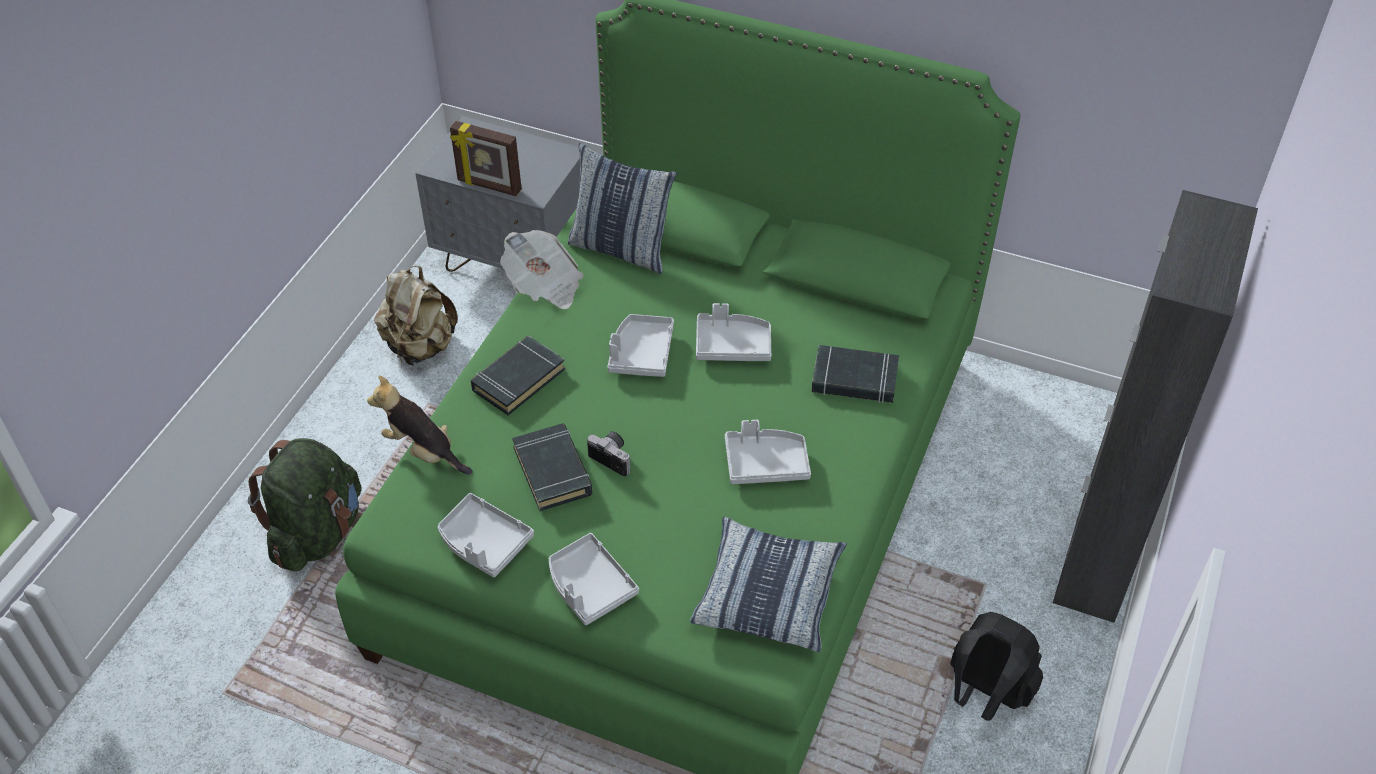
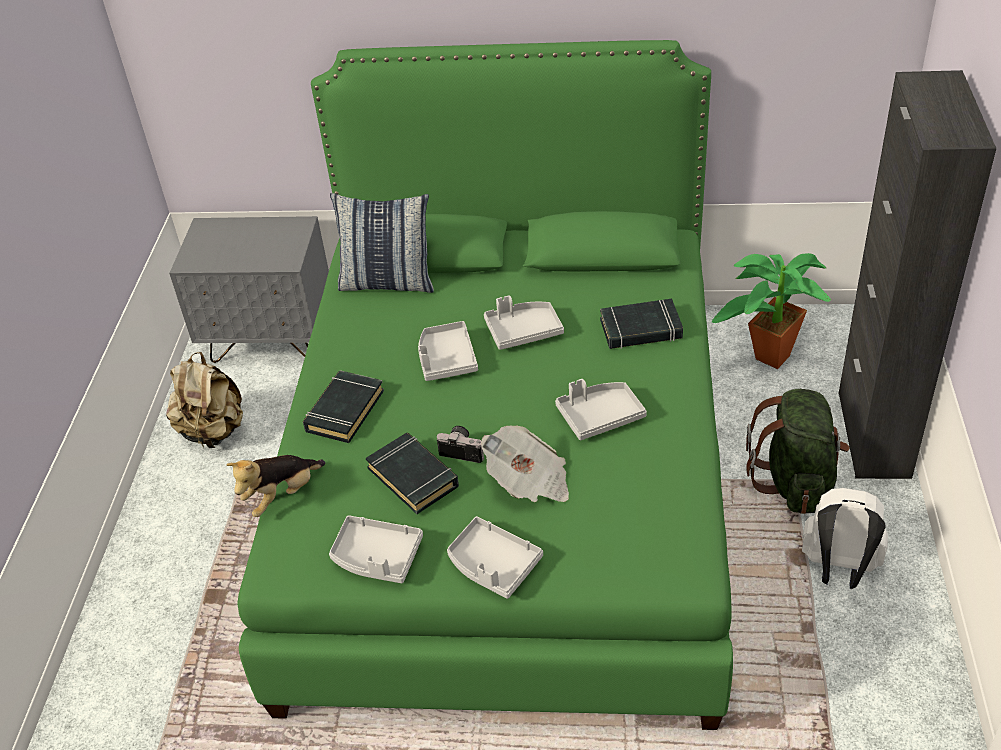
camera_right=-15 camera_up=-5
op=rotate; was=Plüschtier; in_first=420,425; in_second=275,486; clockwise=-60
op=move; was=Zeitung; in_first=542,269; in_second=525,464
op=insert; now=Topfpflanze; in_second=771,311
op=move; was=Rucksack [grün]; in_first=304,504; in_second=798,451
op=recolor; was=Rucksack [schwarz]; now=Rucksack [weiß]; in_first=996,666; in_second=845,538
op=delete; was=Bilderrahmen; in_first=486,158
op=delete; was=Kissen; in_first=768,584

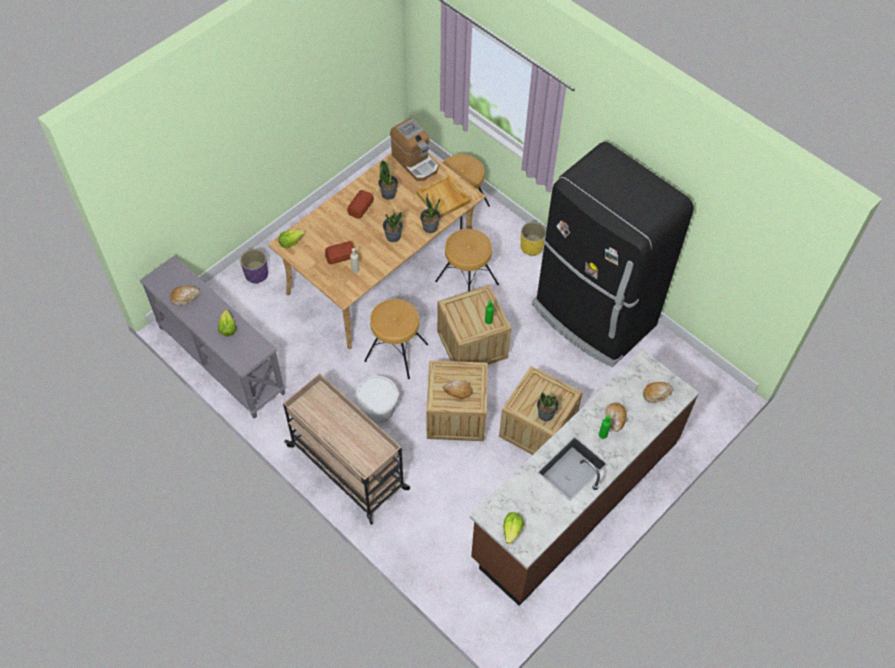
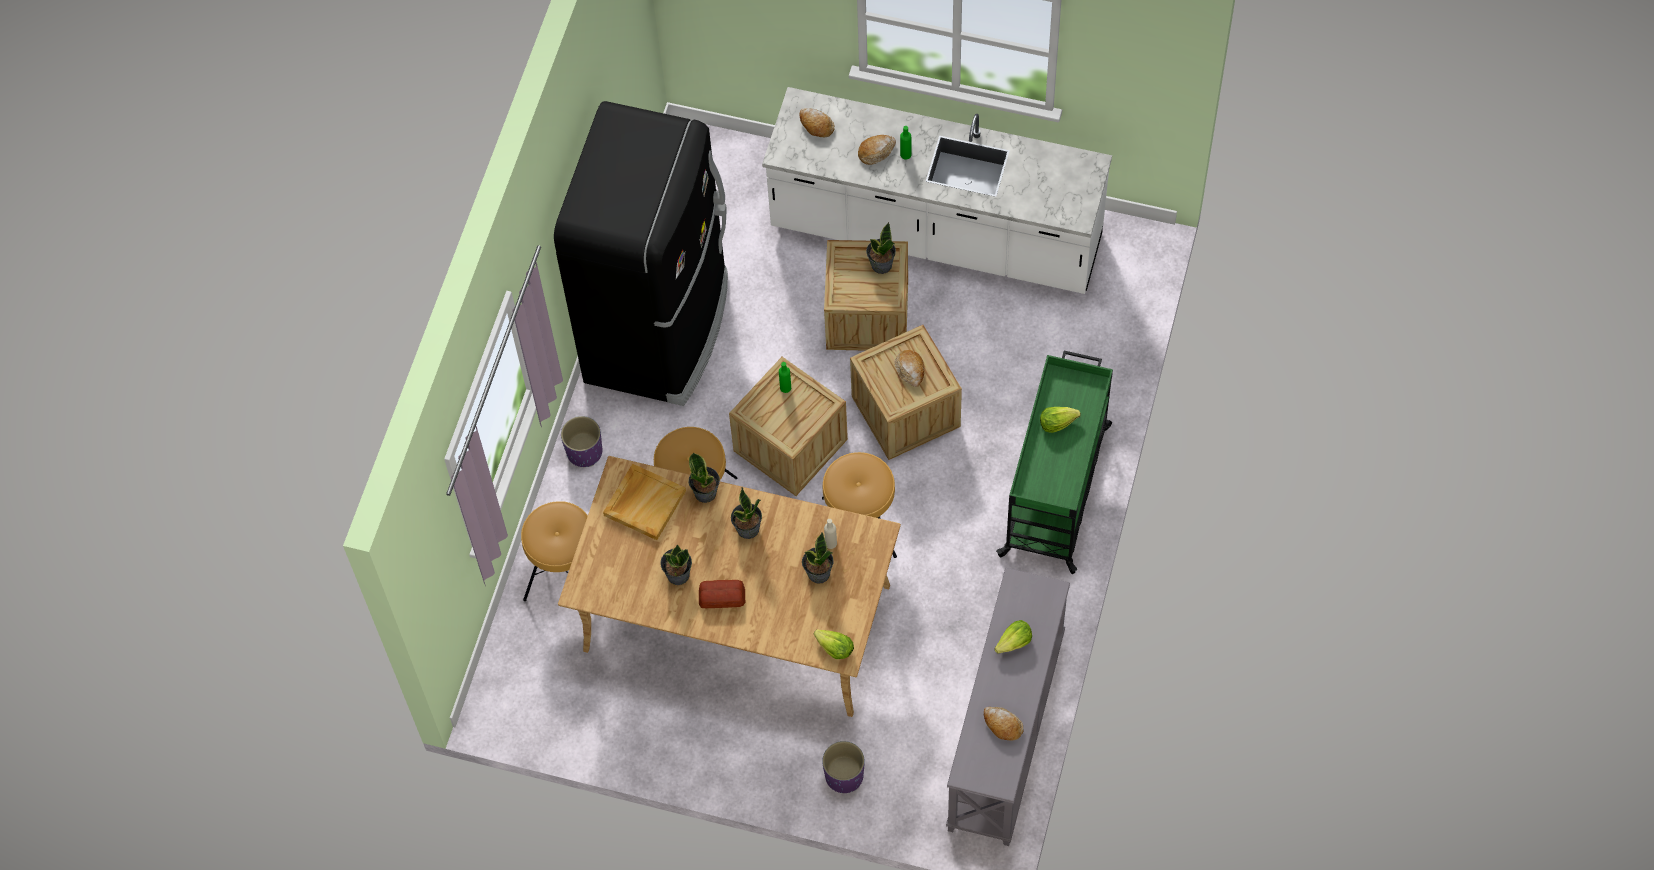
camera_right=-115 camera_up=5
op=recolor; was=Pflanzkübel [gelb]; now=Pflanzkübel [lila]; in_first=533,239; in_second=581,441
op=recolor; was=Küchenzeile [braun]; now=Küchenzeile [weiß]; in_first=584,478; in_second=937,190
op=replace; was=Brot; now=Topfpflanze; in_first=340,252; in_second=818,558
op=recolor; was=Rollwagen [beige]; now=Rollwagen [grün]; in_first=346,449; in_second=1054,462
op=move; was=Salatkopf; in_first=513,528; in_second=1060,420
op=delete; was=Eimer [weiß]; in_first=377,399
op=delete; was=Kaffeemaschine; in_first=414,149

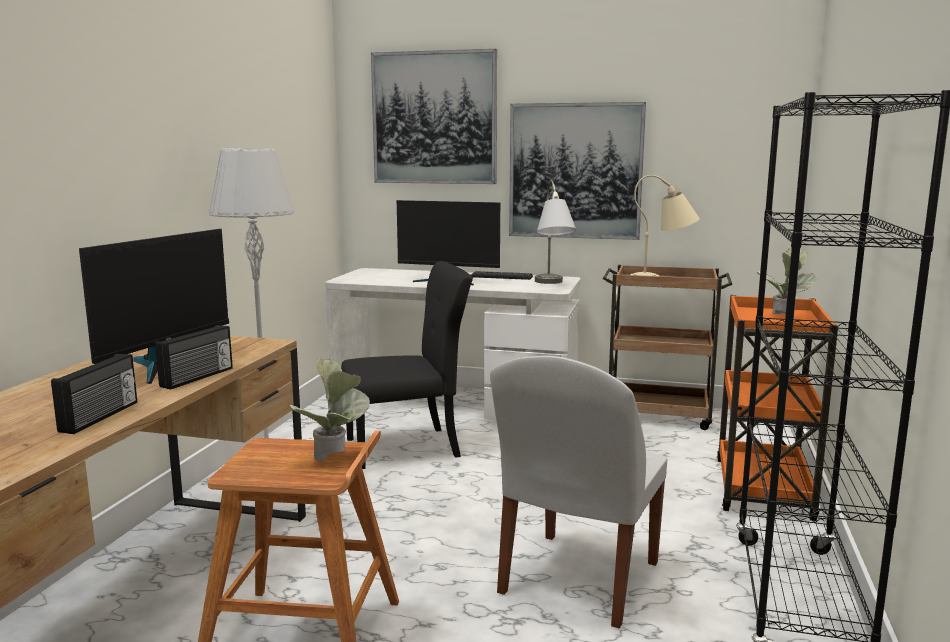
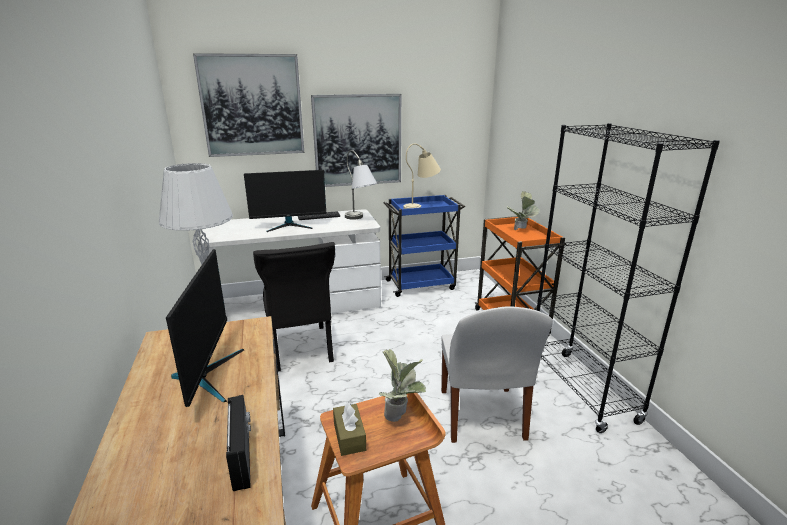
camera_right=-30 camera_up=10
op=rotate; was=Stuhl [schwarz]; in_first=407,365; in_second=294,307; clockwise=120
op=insert; now=Taschentuchbox [braun]; in_second=349,429
op=recolor; was=Rollwagen [braun]; now=Rollwagen [blau]; in_first=668,347; in_second=424,246
op=delete; was=Radio; in_first=194,357

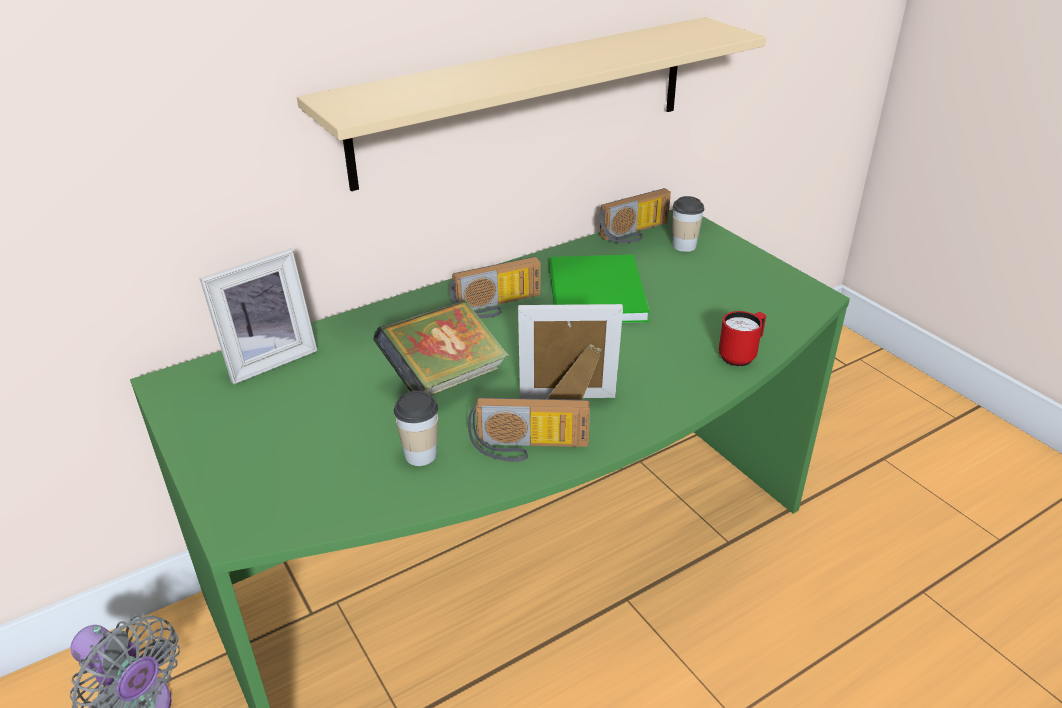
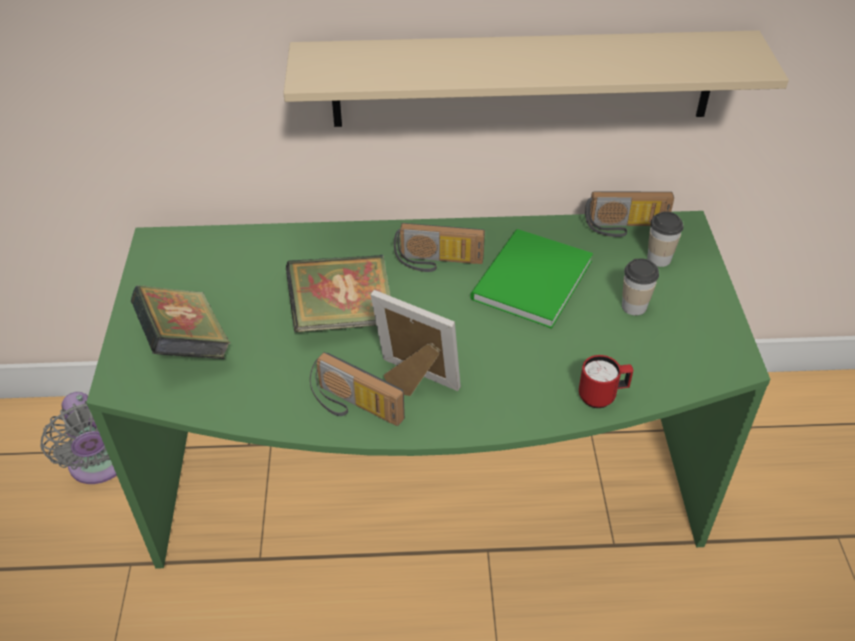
camera_right=30 camera_up=10
op=insert; now=Buch; in_second=180,322
op=move; was=Tasse; in_first=416,428; in_second=640,287
op=delete; was=Bilderrahmen; in_first=258,316

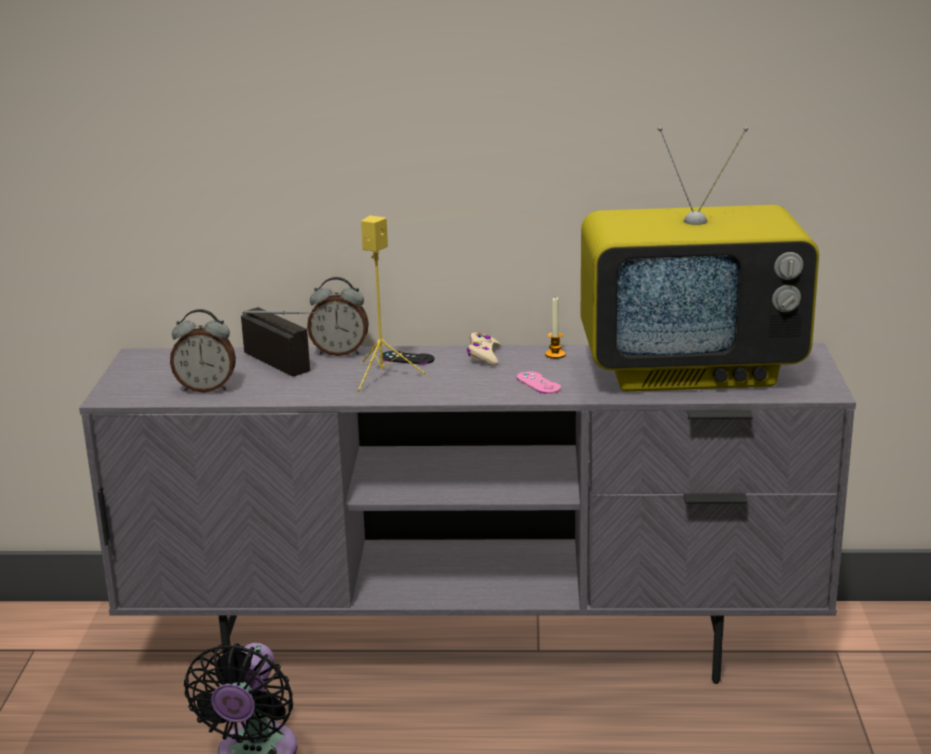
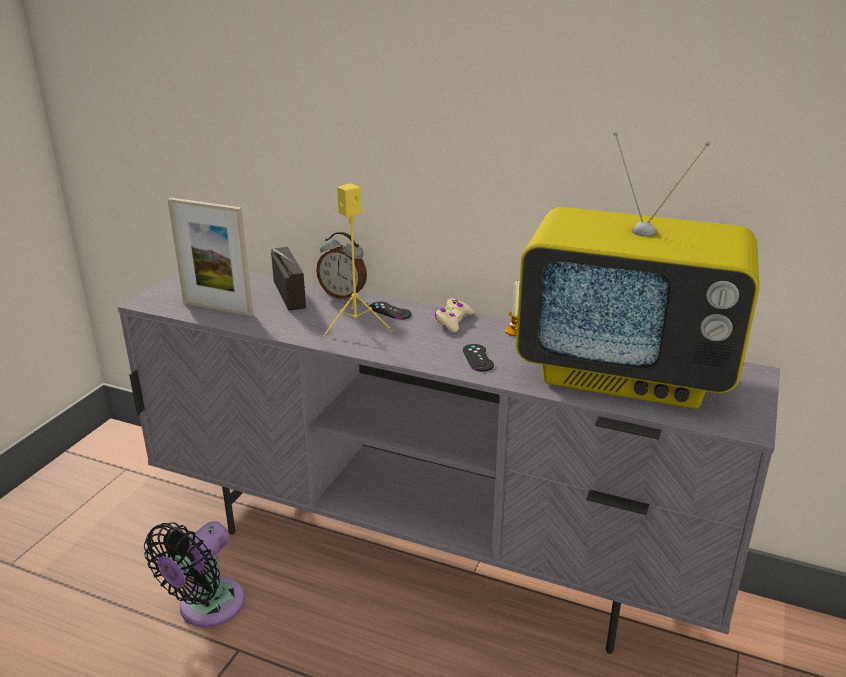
camera_right=20 camera_up=5
op=replace; was=Wecker; now=Bilderrahmen; in_first=203,351; in_second=210,257
op=recolor; was=Gamepad [rosa]; now=Gamepad [schwarz]; in_first=539,382; in_second=478,358

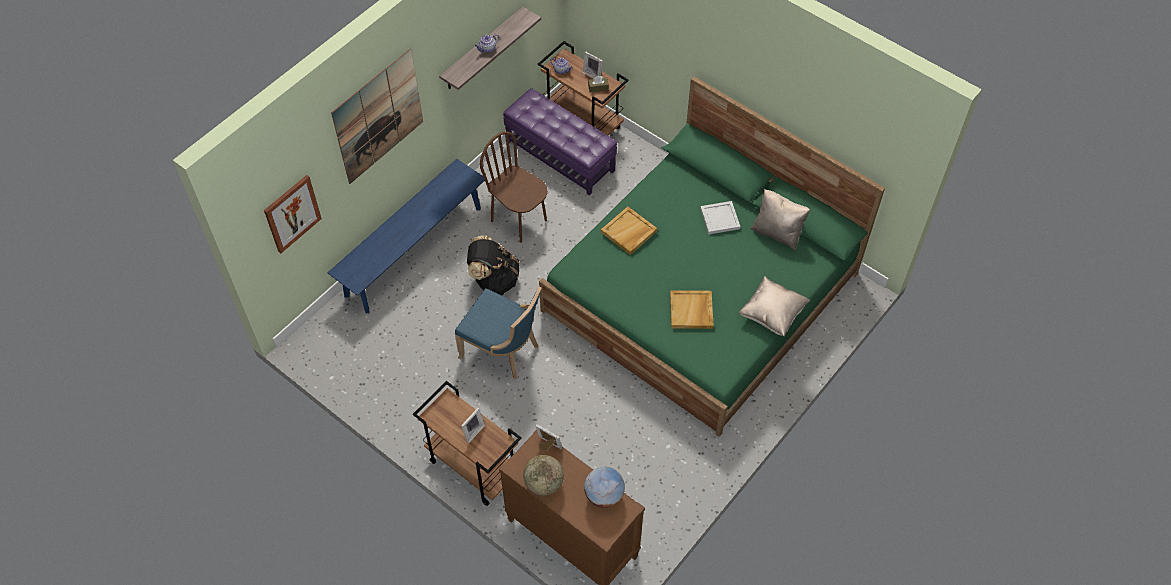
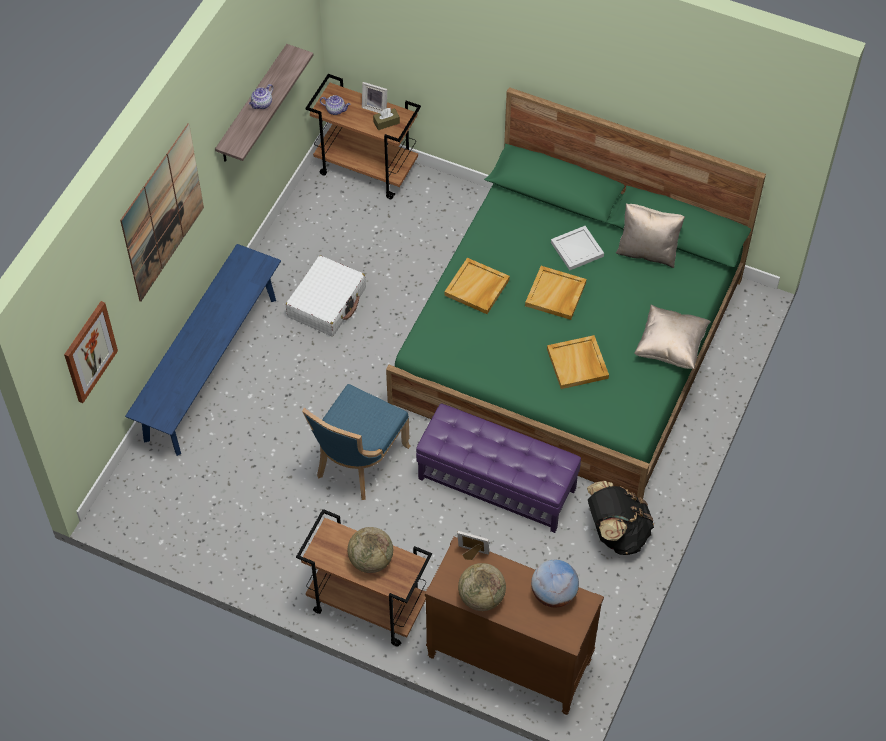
camera_right=-15 camera_up=0
op=replace; was=Stuhl [braun]; now=Koffer [weiß]; in_first=514,187; in_second=326,295
op=rotate; was=Stuhl [blau]; in_first=498,333; in_second=356,442; clockwise=105
op=replace; was=Bilderrahmen; now=Globus; in_first=473,425; in_second=370,550
op=move; was=Polsterhocker [lila]; in_first=560,141; in_second=498,468
op=insert; now=Tablett [beige]; in_second=556,293
op=move; was=Rucksack [schwarz]; in_first=493,265; in_second=620,518

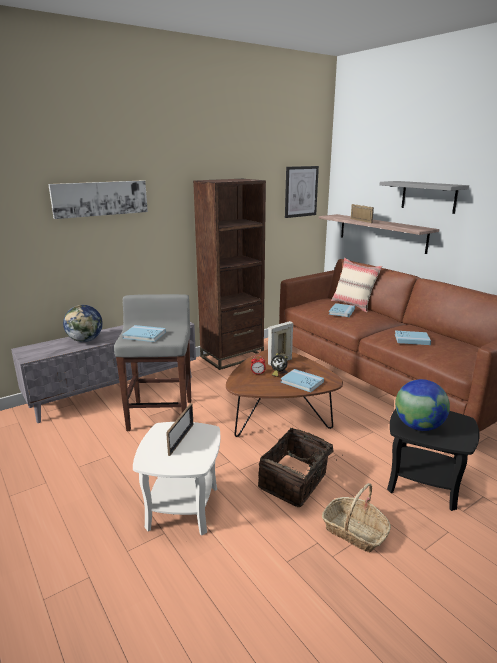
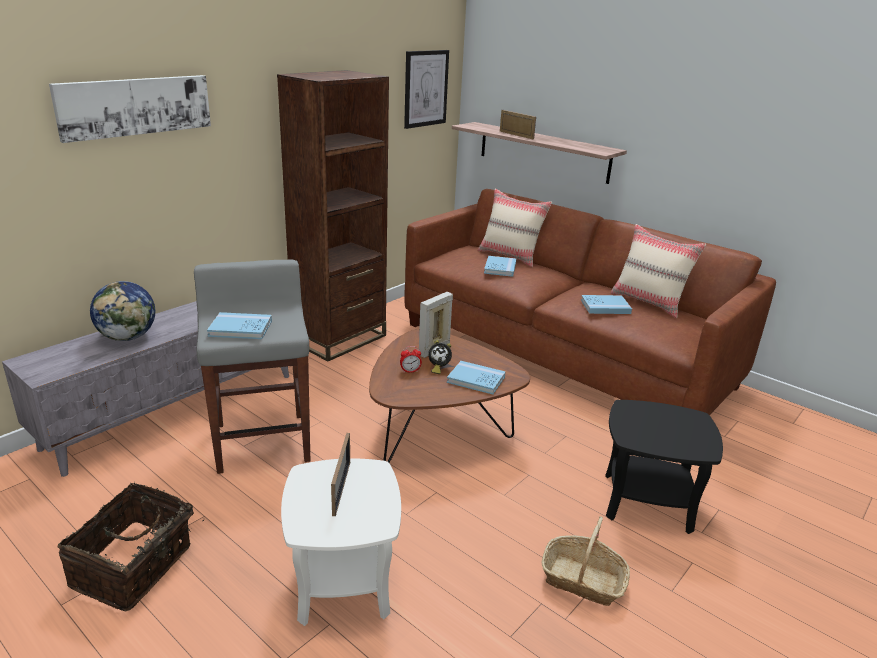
camera_right=-15 camera_up=5
op=move; was=Korb; in_first=300,467; in_second=130,547
op=insert; now=Kissen [beige]; in_second=658,271
op=delete; was=Wandregal [grau]; in_first=424,197
op=delete; was=Globus; in_first=422,405

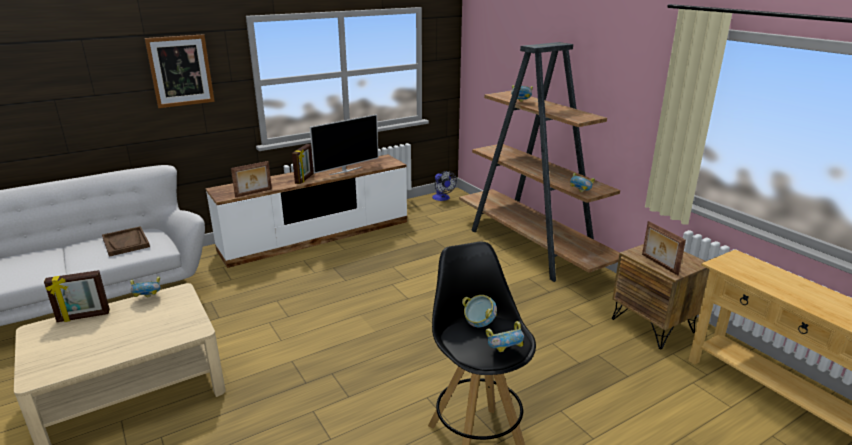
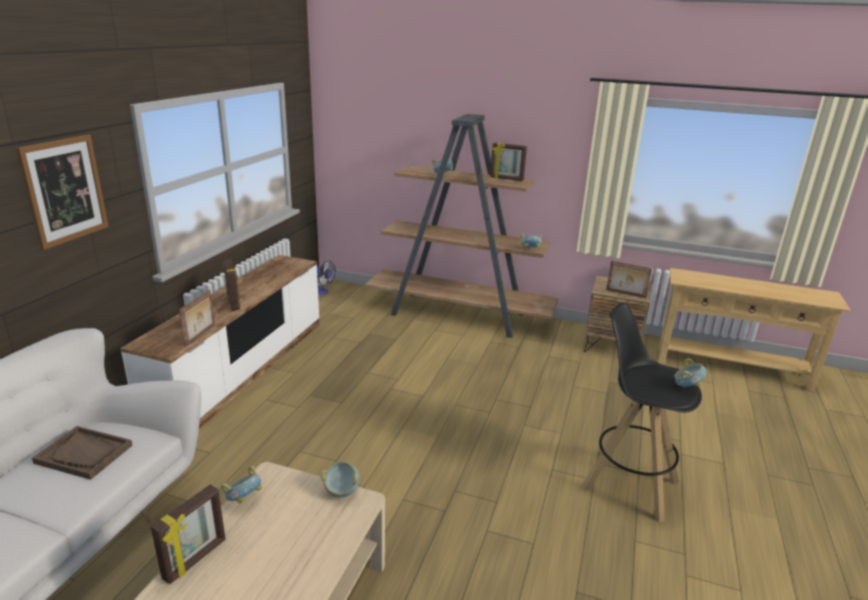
camera_right=-40 camera_up=0
op=move; was=Schüssel; in_first=479,311; in_second=340,479
op=insert; now=Bilderrahmen; in_second=508,162
op=delete; was=Fernseher; in_first=344,144

